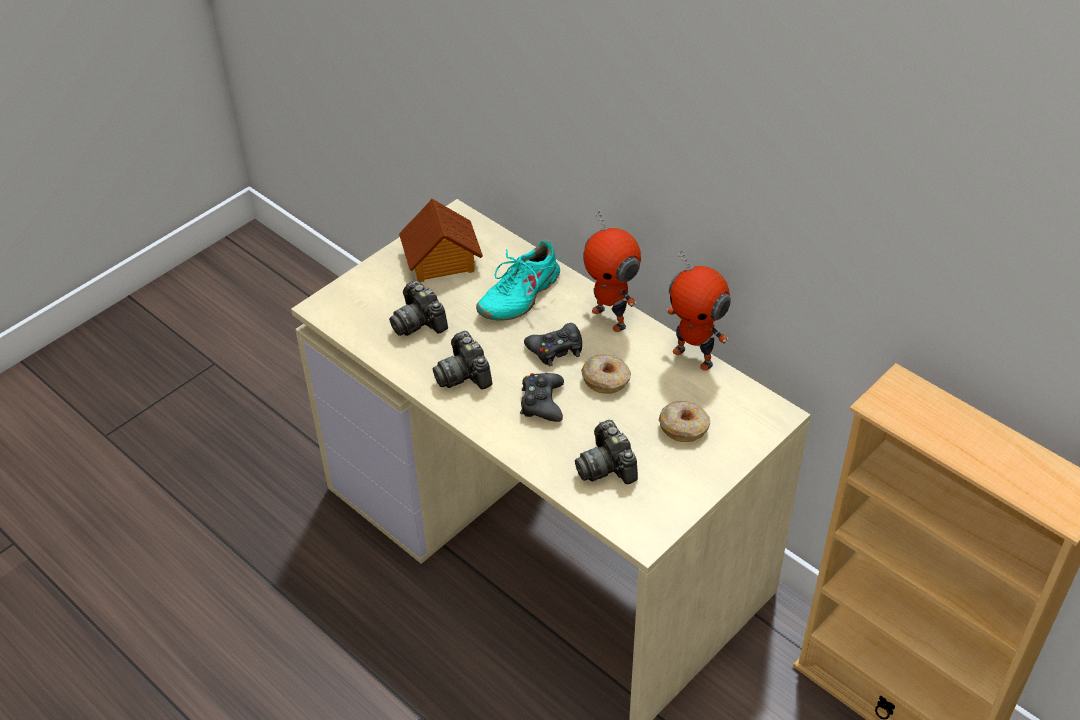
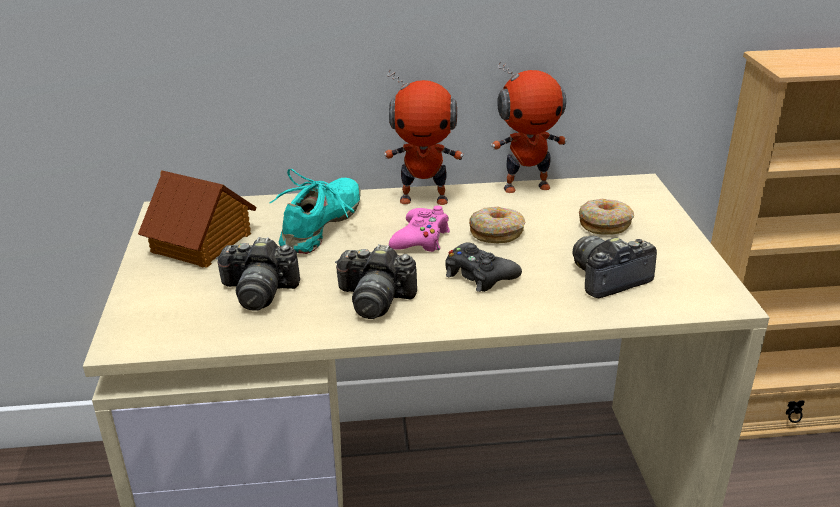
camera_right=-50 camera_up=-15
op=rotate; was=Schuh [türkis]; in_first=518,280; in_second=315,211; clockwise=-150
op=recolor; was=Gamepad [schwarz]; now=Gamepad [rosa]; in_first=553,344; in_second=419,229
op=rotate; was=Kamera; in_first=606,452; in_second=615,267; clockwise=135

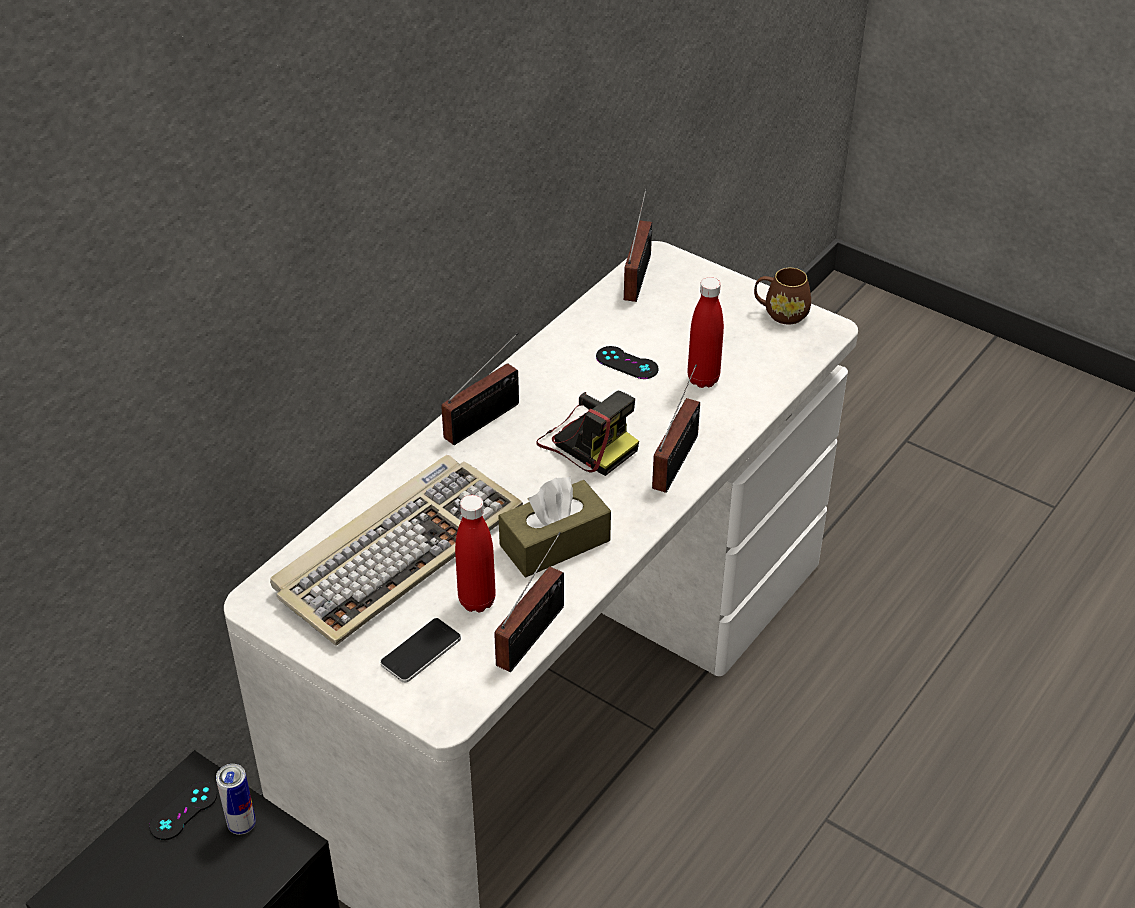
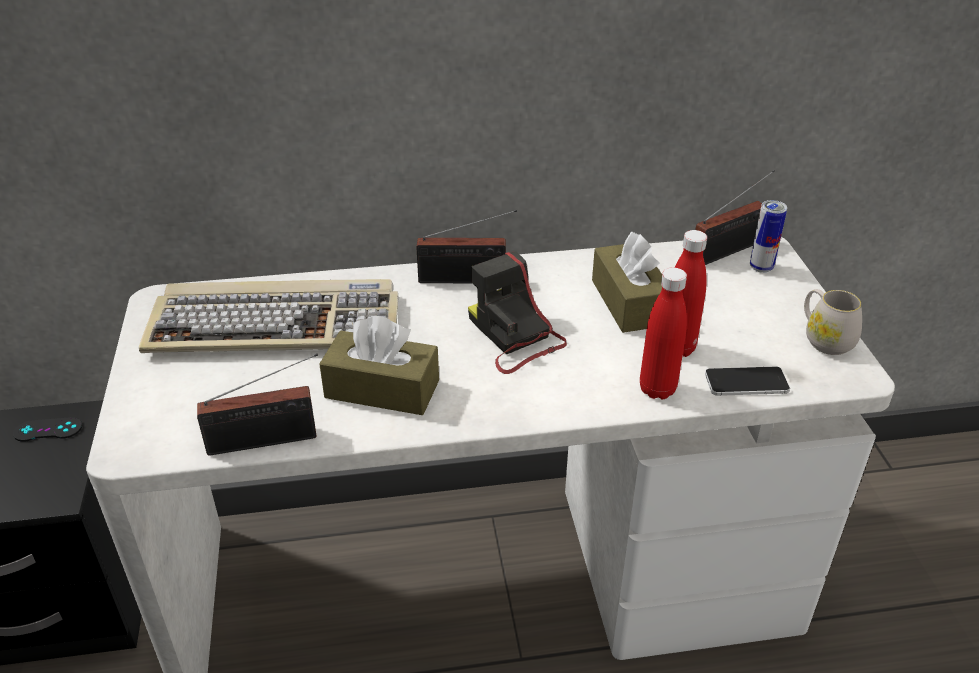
camera_right=45 camera_up=-5
op=rotate; was=Kamera; in_first=587,433; in_second=517,312; clockwise=150
op=replace; was=Gamepad [schwarz]; now=Taschentuchbox [braun]; in_first=627,362; in_second=627,282
op=move; was=Flasche [rot]; in_first=475,553; in_second=663,333
op=move; was=Handy; in_first=421,650; in_second=747,381
op=move; was=Dose; in_first=236,799; in_second=768,236
op=recolor; was=Henkelbecher [braun]; now=Henkelbecher [weiß]; in_first=782,296; in_second=833,322
op=delete; was=Radio; in_first=676,428

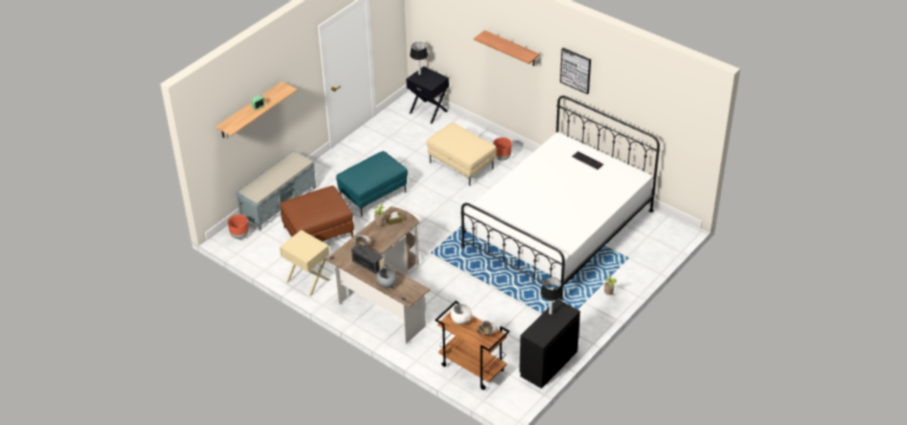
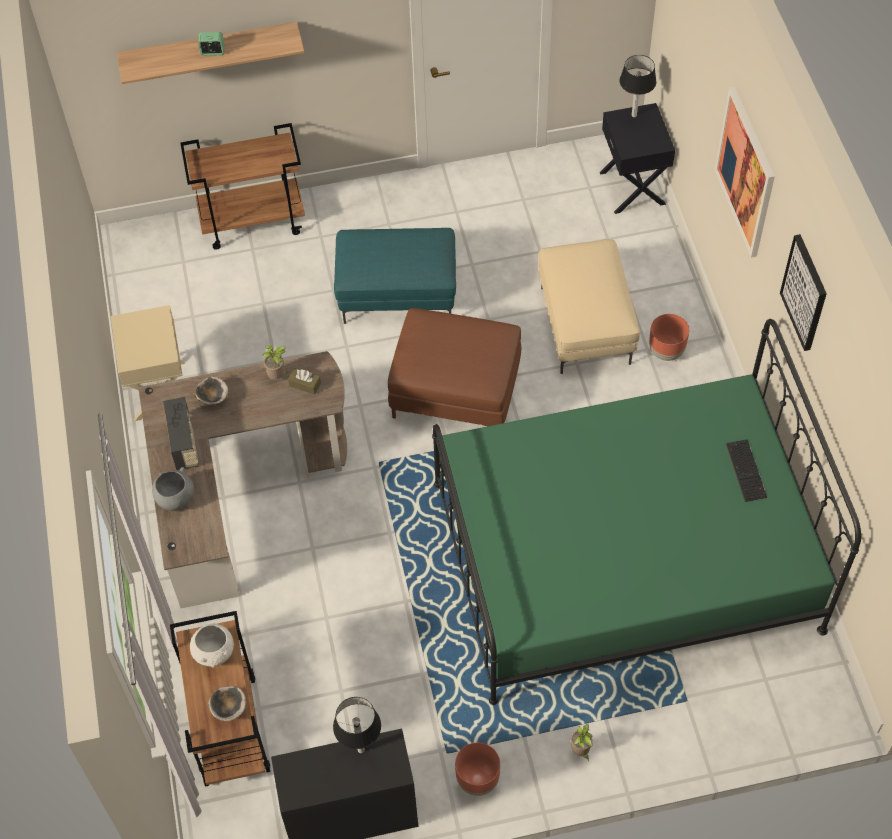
camera_right=40 camera_up=15
op=replace; was=Bank [grau]; now=Rollwagen [braun]; in_first=275,190; in_second=242,186
op=move; was=Polsterhocker [braun]; in_first=317,213; in_second=454,367
op=recolor; was=Bett [weiß]; now=Bett [grün]; in_first=560,198; in_second=646,512
op=move; was=Pflanzkübel [braun]; in_first=238,227; in_second=477,769
op=replace; was=Wandregal; now=Bild; in_first=507,48; in_second=745,172

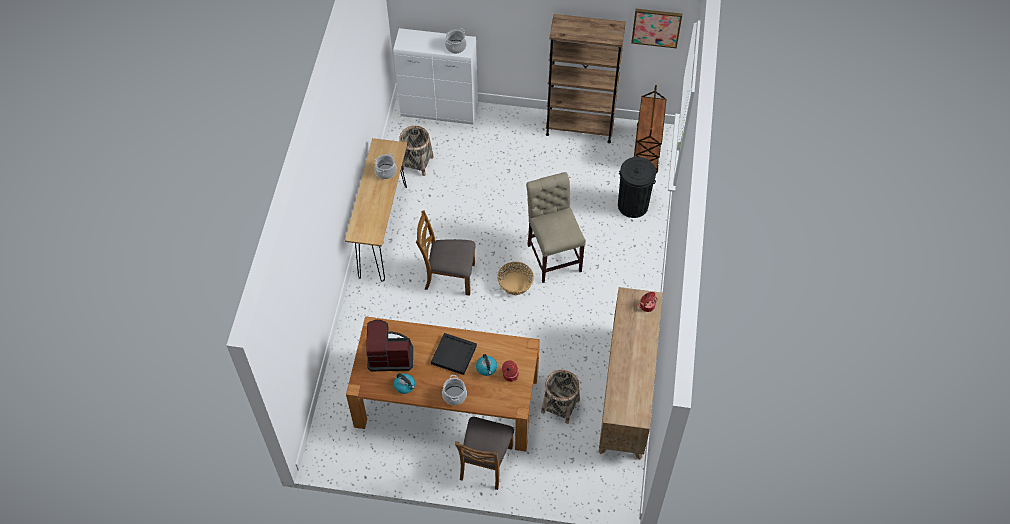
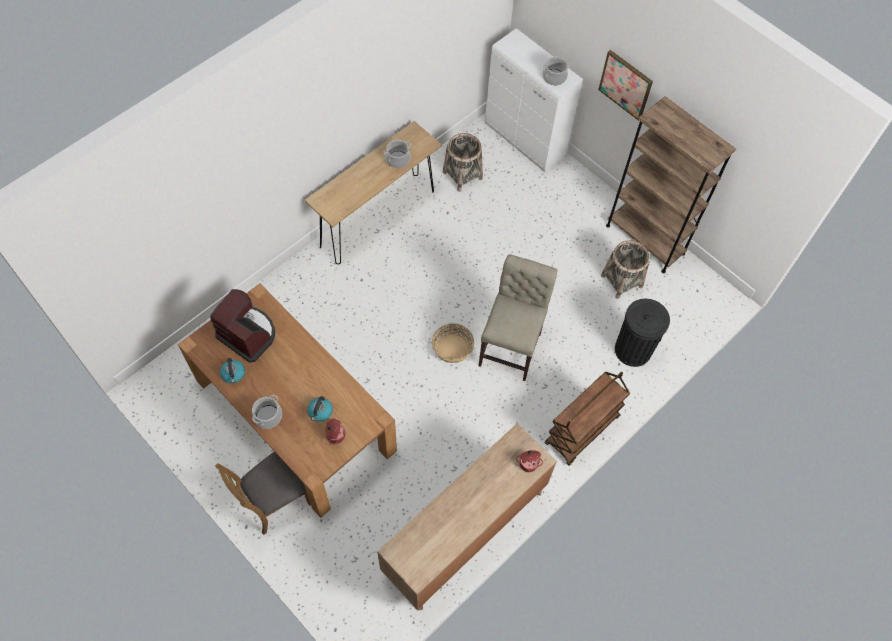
camera_right=35 camera_up=5
op=move; was=Rollwagen [braun]; in_first=650,129; in_second=587,419
op=move; was=Bild; in_first=656,29; in_second=625,85
op=move; was=Korb; in_first=560,397; in_second=625,269
op=delete; was=Stuhl [braun]; in_first=446,253
op=delete; was=Tablett [schwarz]; in_first=454,354

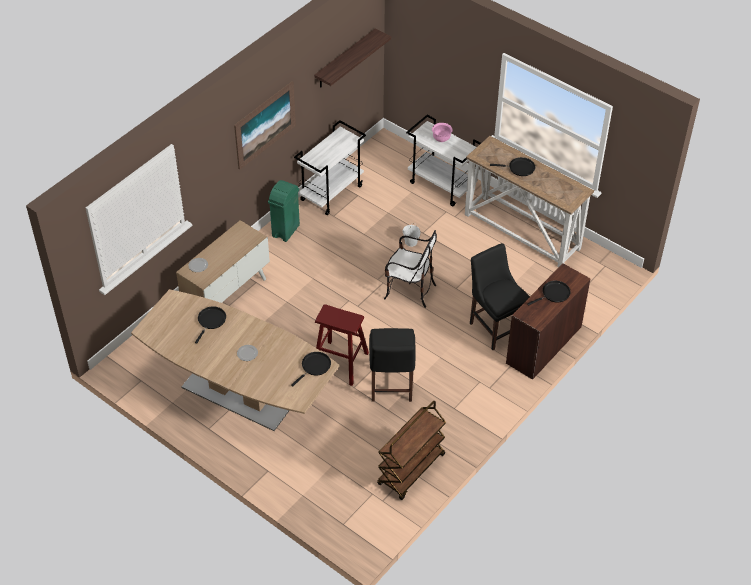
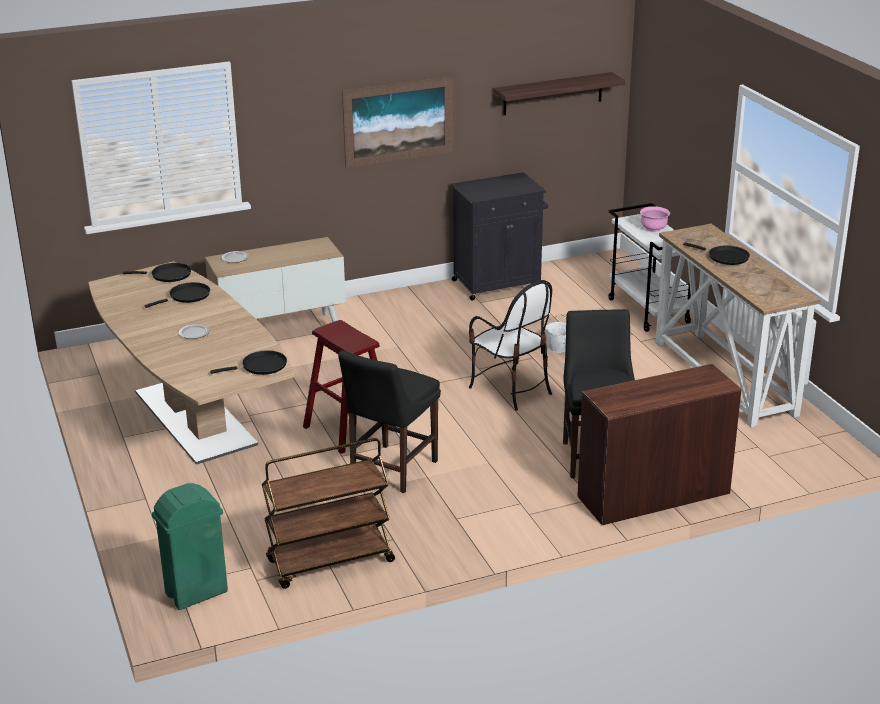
camera_right=30 camera_up=-20
op=move; was=Pfanne [schwarz]; in_first=549,293; in_second=157,272
op=move; was=Mülleimer [grün]; in_first=284,211; in_second=190,546
op=replace; was=Rollwagen [weiß]; now=Schrank [schwarz]; in_first=330,167; in_second=499,236

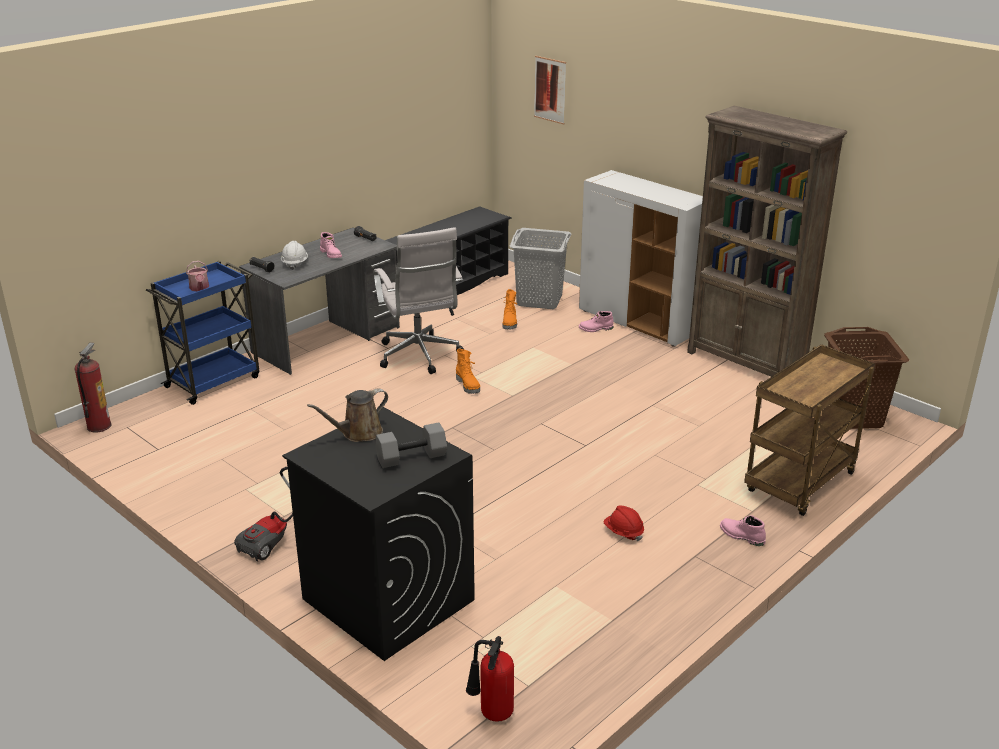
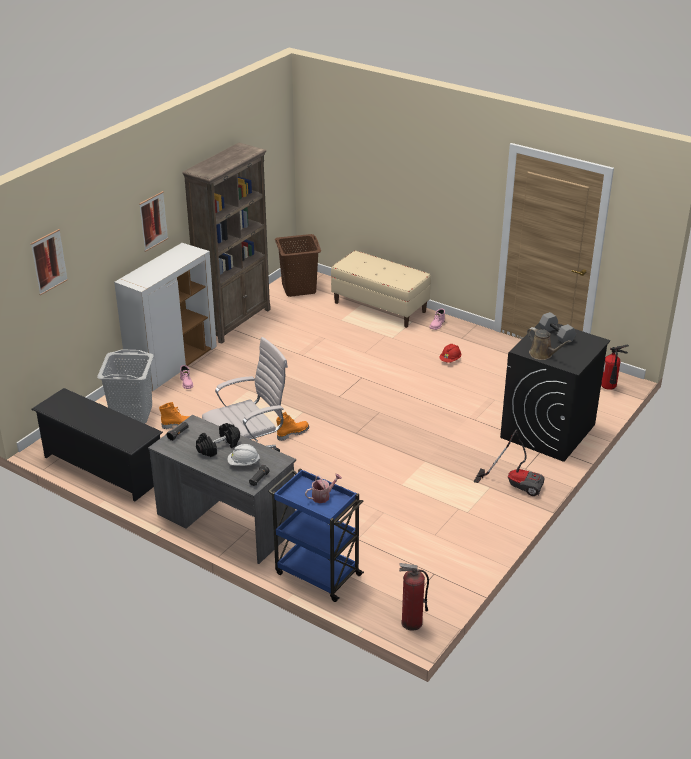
camera_right=-100 camera_up=5
op=insert; now=Bild; in_second=153,221
op=replace; was=Stiefel [rosa]; now=Hantel [schwarz]; in_first=331,245; in_second=218,440
op=replace; was=Rollwagen [braun]; now=Bank [beige]; in_first=809,430; in_second=381,289

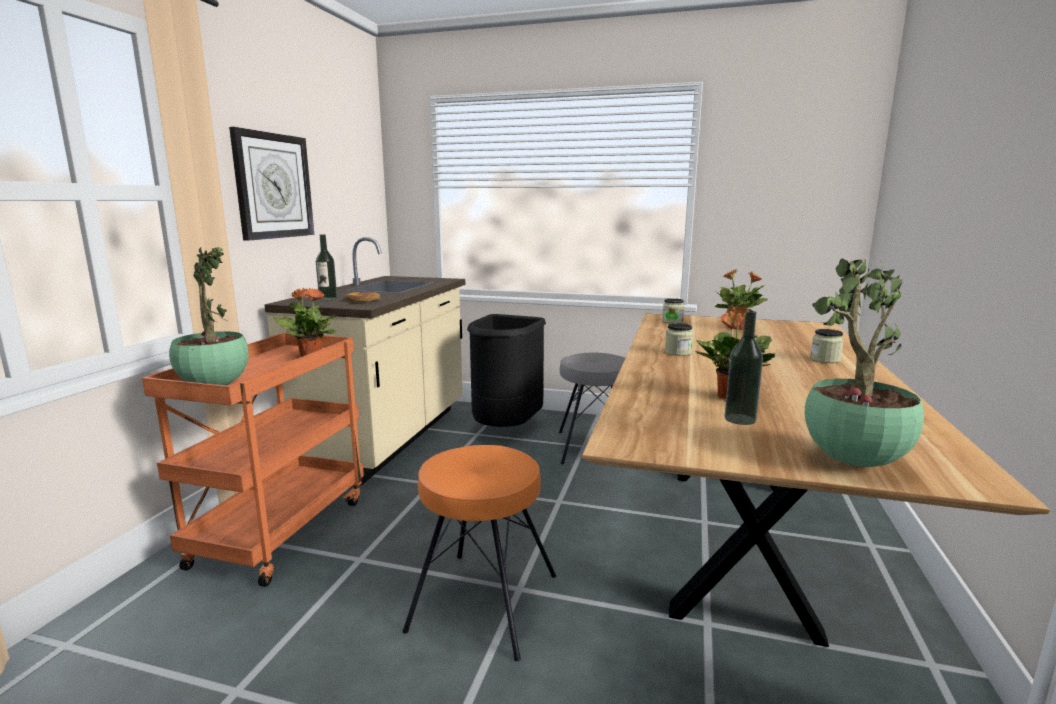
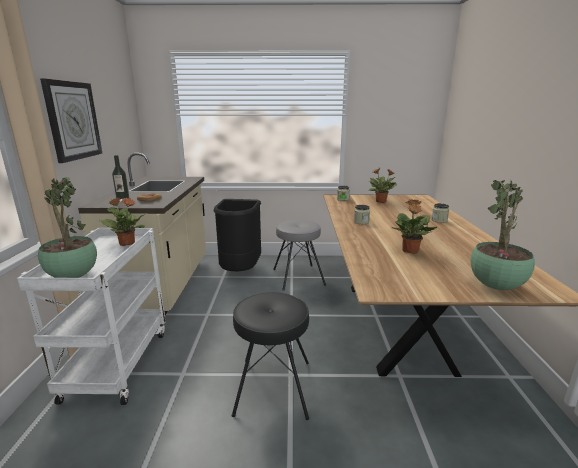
camera_right=-15 camera_up=5
op=recolor; was=Rollwagen [orange]; now=Rollwagen [weiß]; in_first=253,460; in_second=91,316
op=recolor; was=Hocker [orange]; now=Hocker [schwarz]; in_first=479,553; in_second=270,356
op=delete; was=Flasche; in_first=744,368

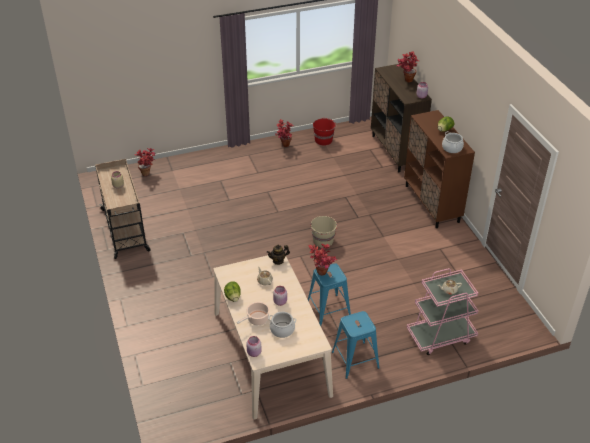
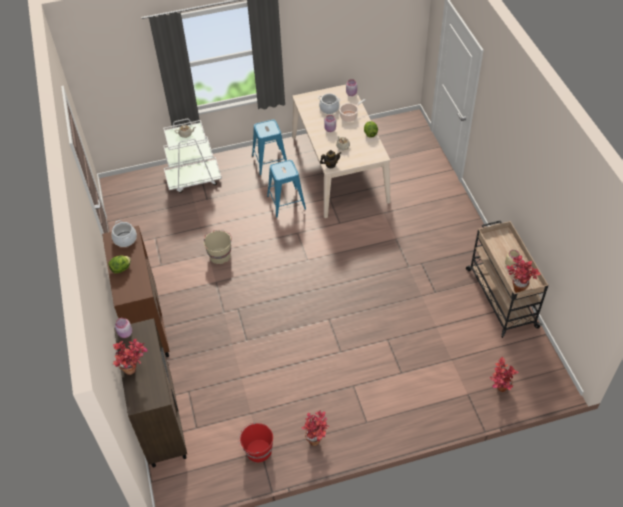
camera_right=-175 camera_up=10
op=recolor; was=Rollwagen [rosa]; now=Rollwagen [weiß]; in_first=442,311; in_second=192,156
op=move; was=Eimer [beige]; in_first=323,232; in_second=218,247
op=move; was=Topfpflanze; in_first=323,260; in_second=524,274

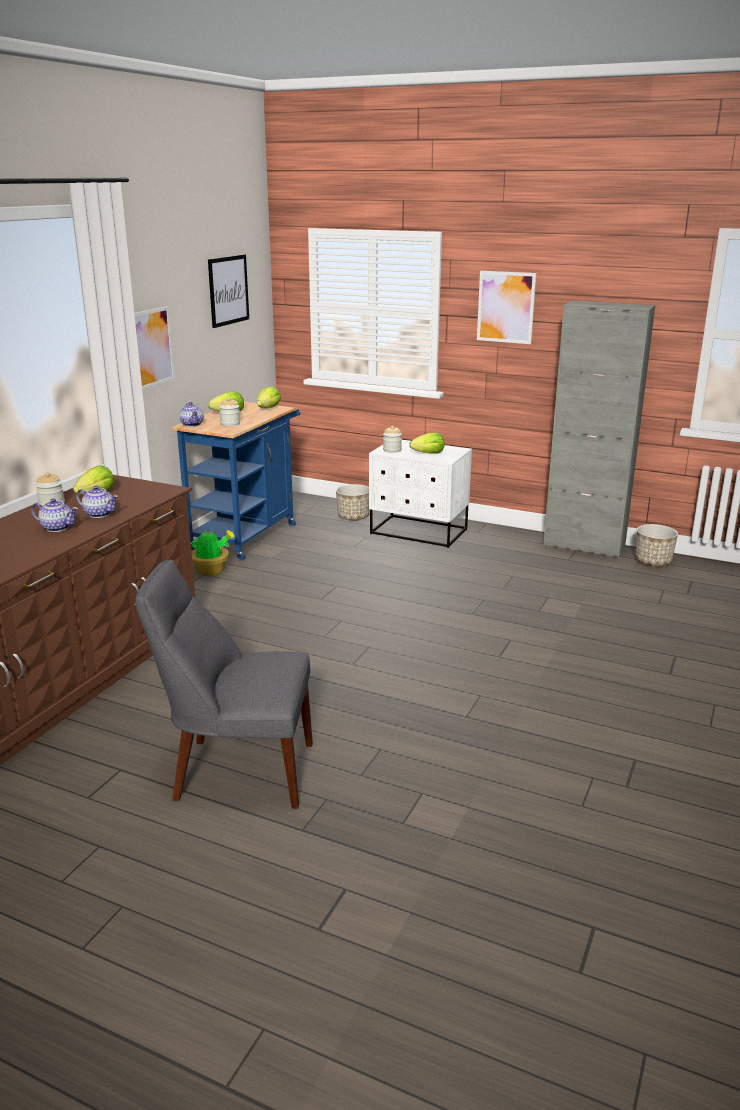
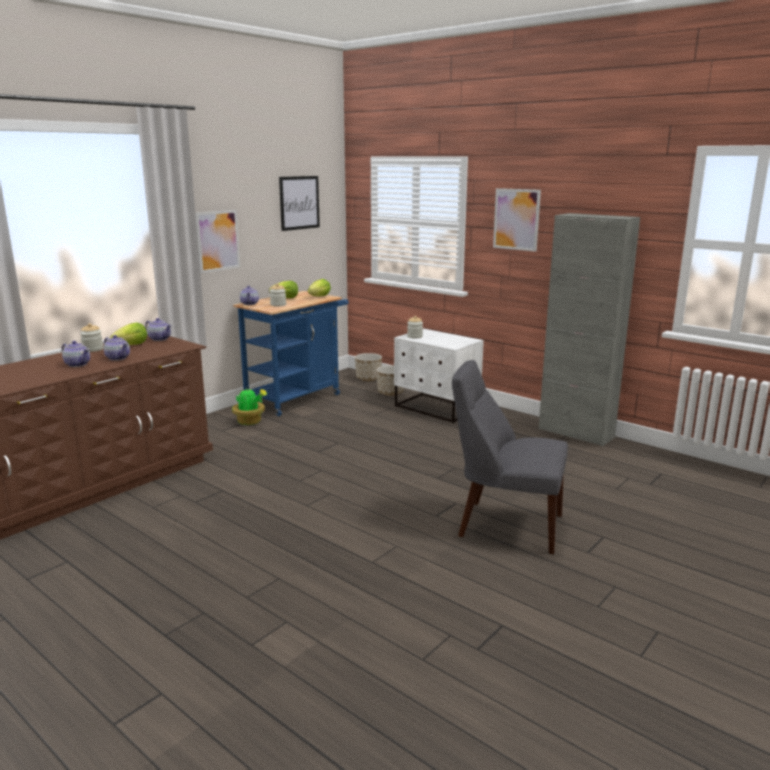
camera_right=15 camera_up=-5
op=insert; now=Teekanne; in_second=158,329
op=move; was=Pflanzkübel; in_first=656,545; in_second=368,367
op=move; was=Stuhl [grau]; in_first=224,684; in_second=510,457
op=delete; was=Salatkopf; in_first=427,443

